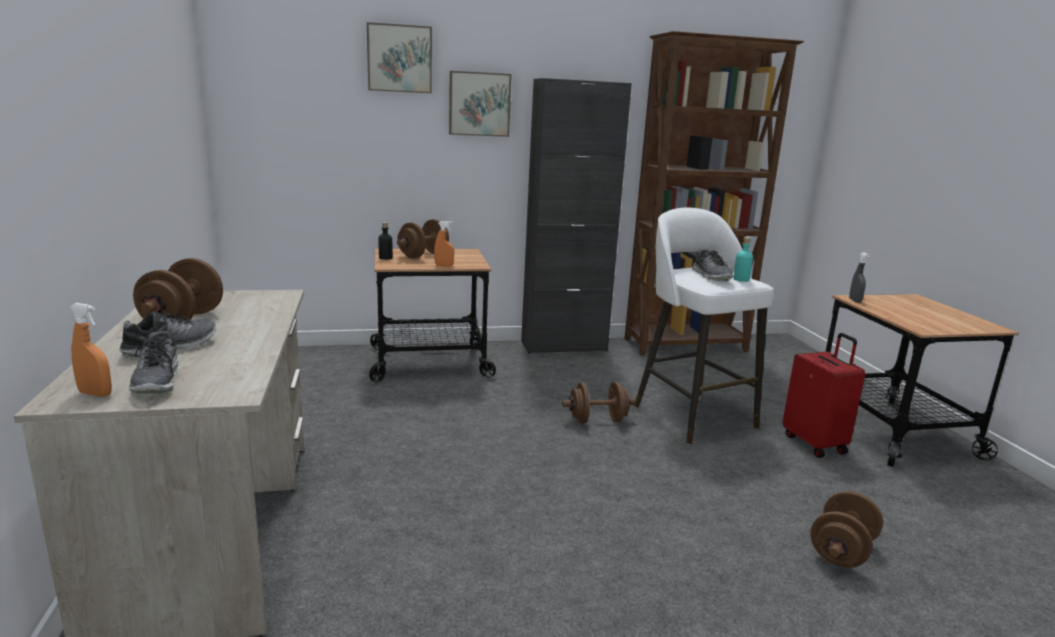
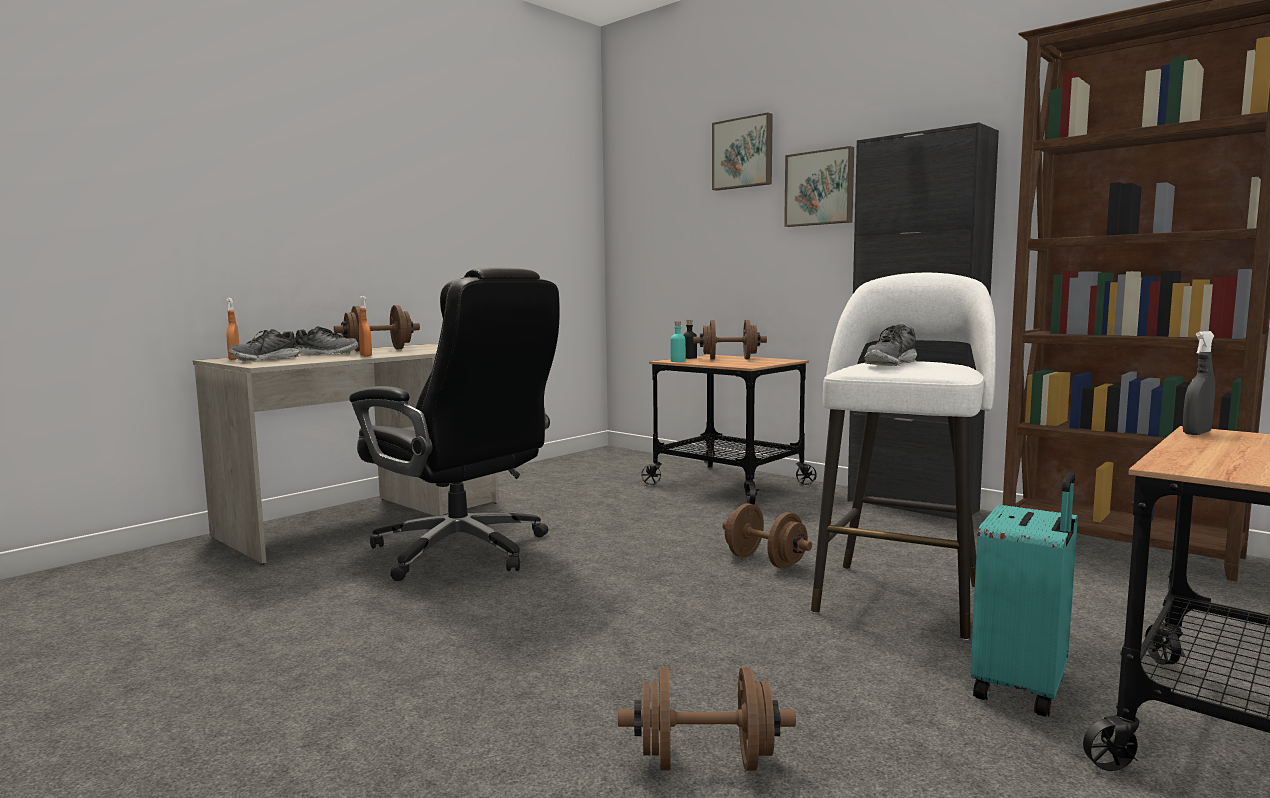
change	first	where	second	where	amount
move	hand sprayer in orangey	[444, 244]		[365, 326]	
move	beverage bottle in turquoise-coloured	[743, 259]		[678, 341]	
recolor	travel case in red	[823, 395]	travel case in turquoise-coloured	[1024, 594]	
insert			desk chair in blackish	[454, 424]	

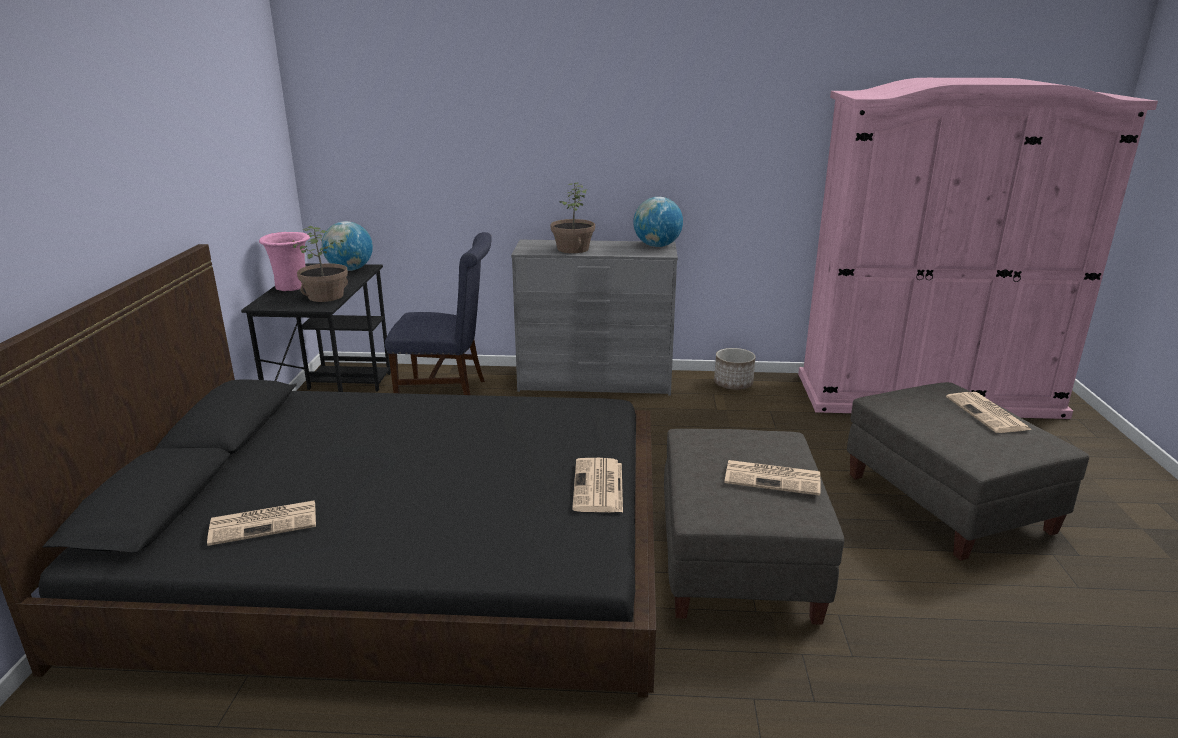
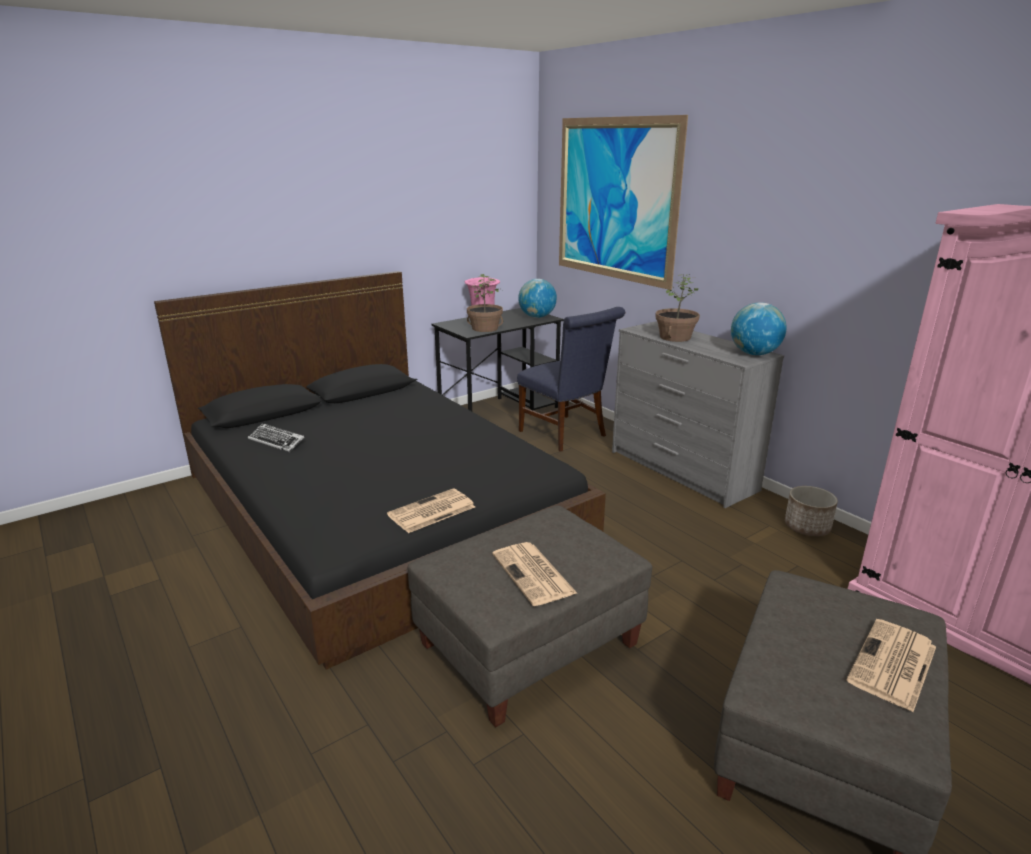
change	first	where	second	where	amount
replace	daily paper	[261, 523]	PC keyboard	[276, 437]	
insert			wall picture	[623, 202]	

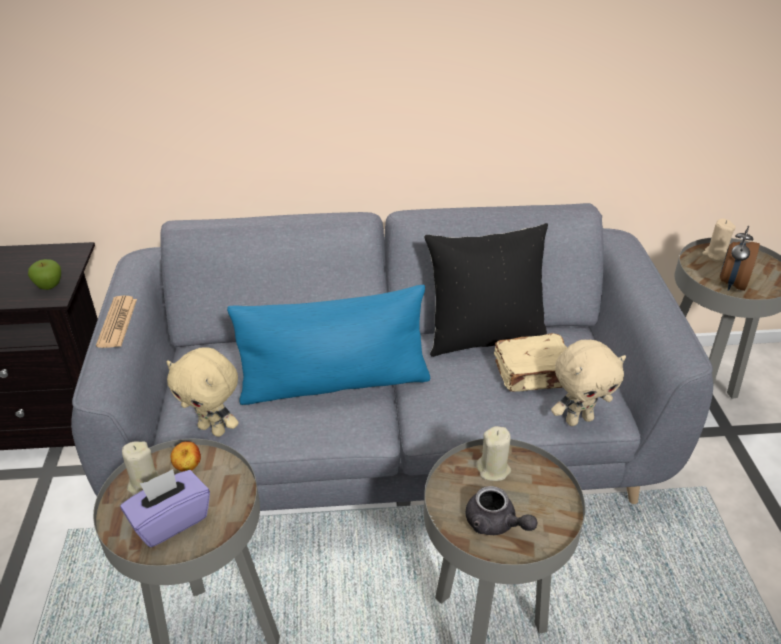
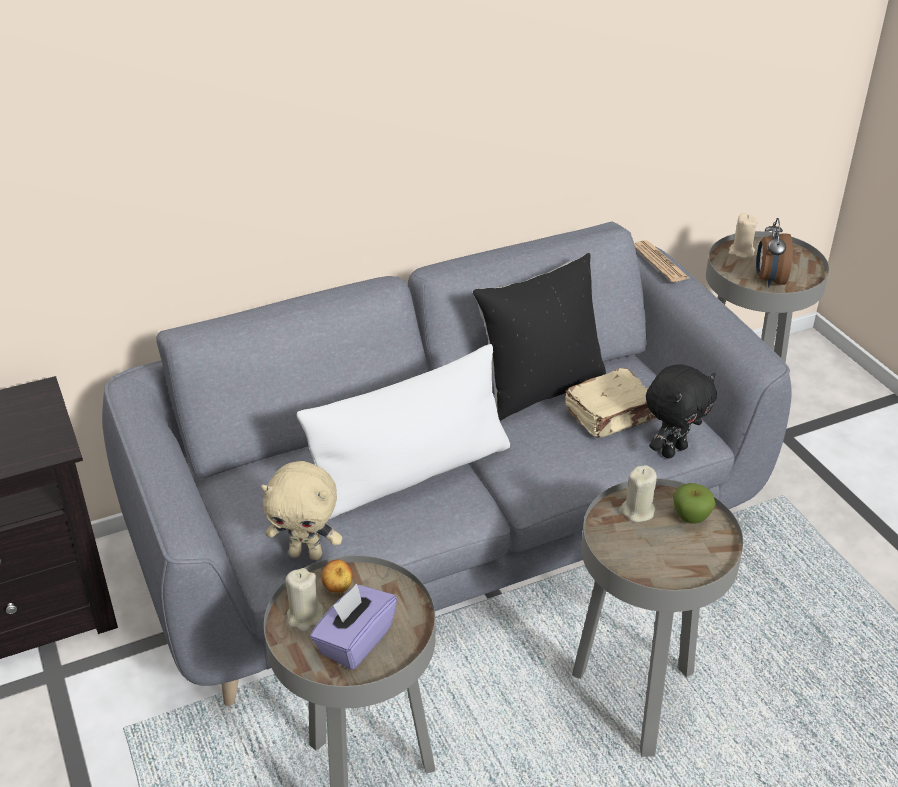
change	first	where	second	where	amount
move	apple fruit	[44, 274]		[694, 503]	
move	daily paper	[116, 321]		[661, 261]	
recolor	throw pillow in blue	[328, 345]	throw pillow in whitish	[403, 431]	
delete	teapot in gray	[502, 510]			
recolor	soft toy in beige	[588, 383]	soft toy in blackish	[681, 411]	

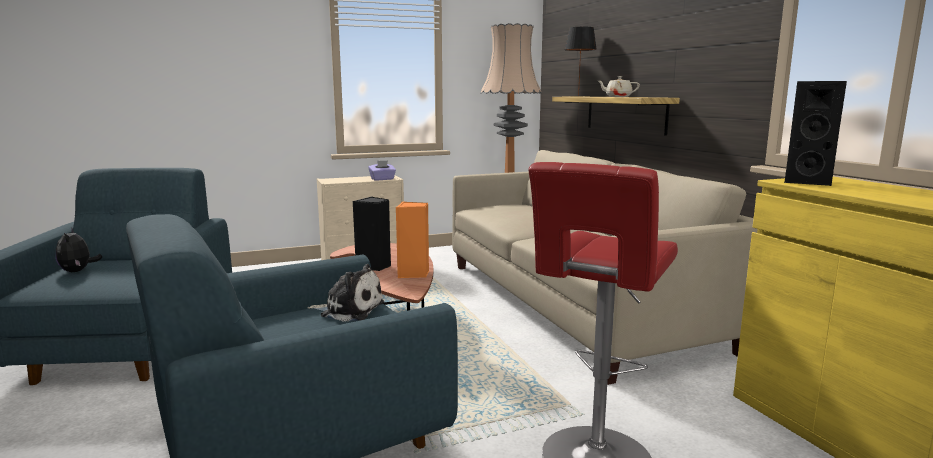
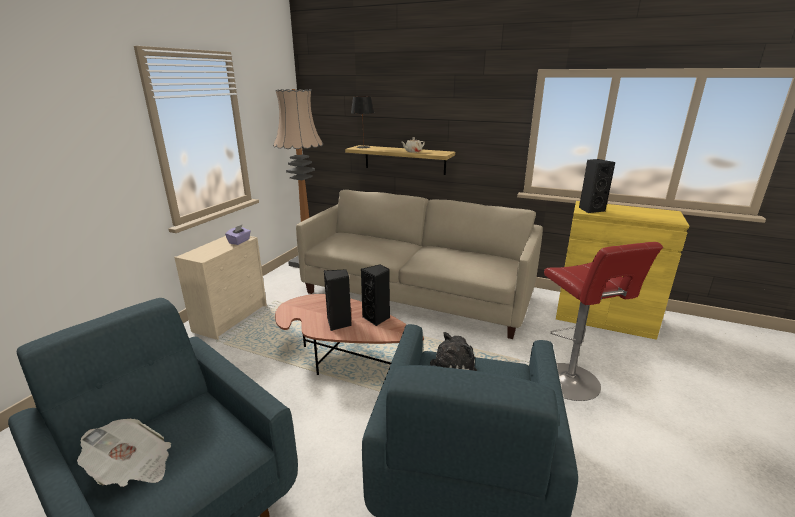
change	first	where	second	where	amount
replace	soft toy	[79, 249]	daily paper	[124, 453]	
recolor	speaker in orangey	[412, 239]	speaker in blackish	[375, 295]	

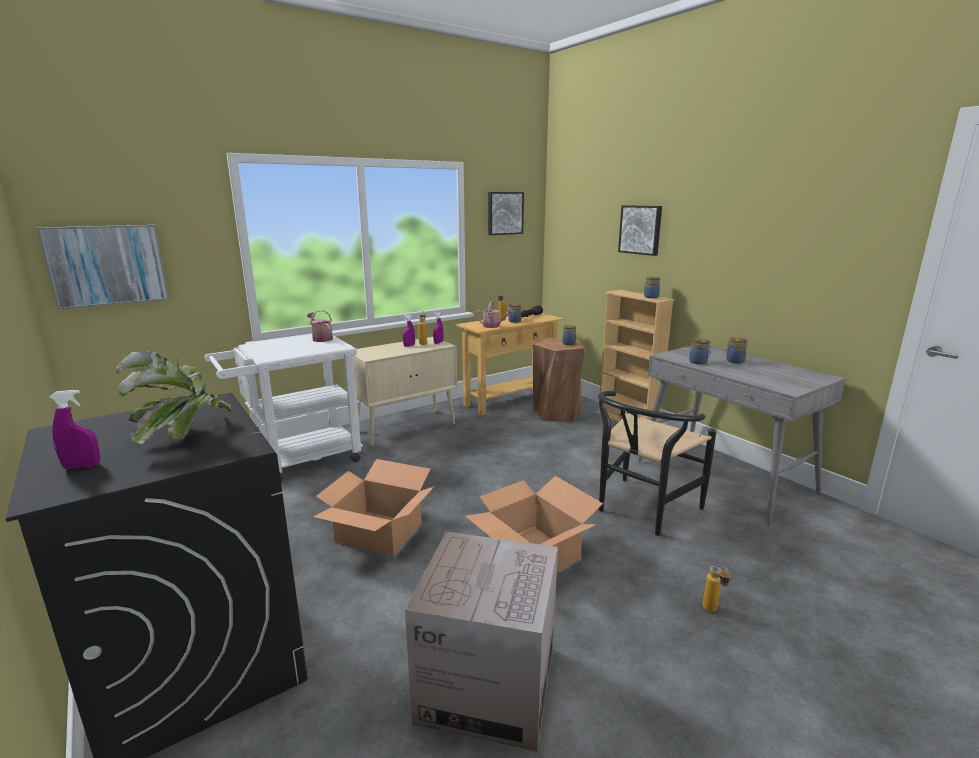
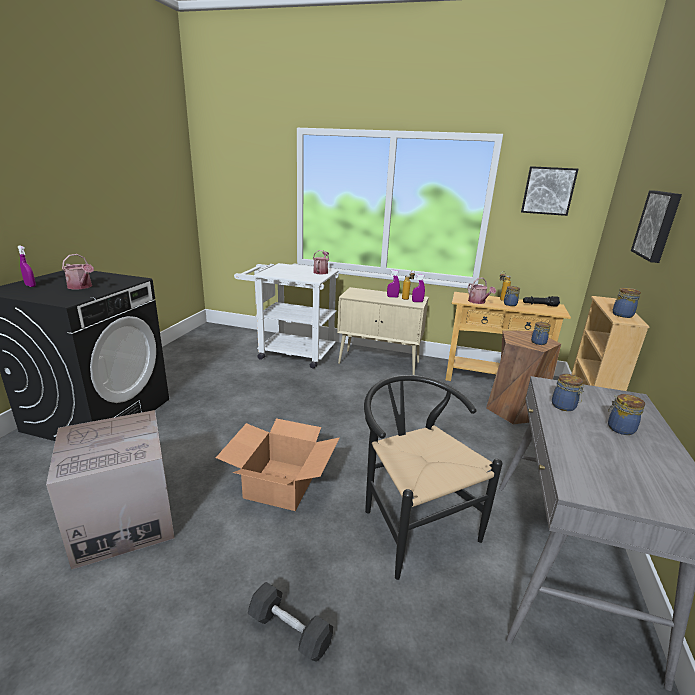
change	first	where	second	where	amount
delete	wall picture	[103, 267]			
replace	houseplant	[174, 397]	sprinkling can	[78, 272]	
delete	packing box	[374, 507]			
rotate	upright chair in blackish	[657, 463]		[433, 477]	60 degrees clockwise
replace	beverage bottle	[717, 589]	dumbbell in blackish	[290, 622]	

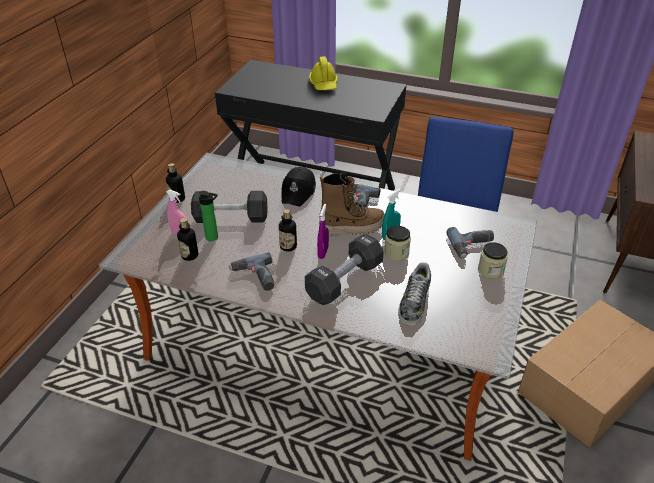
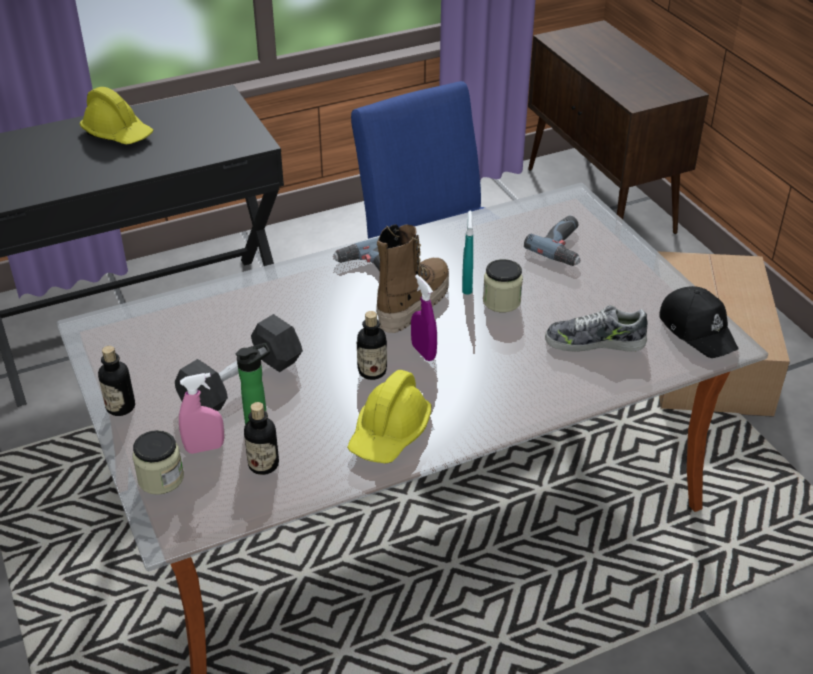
change	first	where	second	where	amount
replace	power drill	[251, 271]	safety helmet in yellow	[389, 416]	
move	cap in blackish	[299, 186]		[699, 322]	
delete	dumbbell in blackish	[344, 269]			
rotate	item of footwear	[414, 294]		[596, 328]	120 degrees clockwise
move	jar	[493, 260]		[158, 462]	

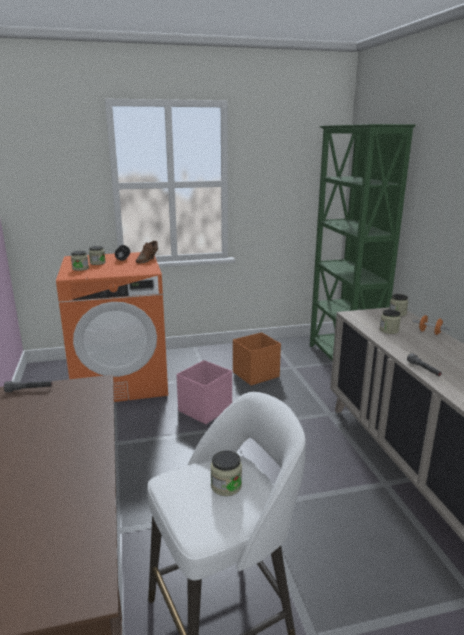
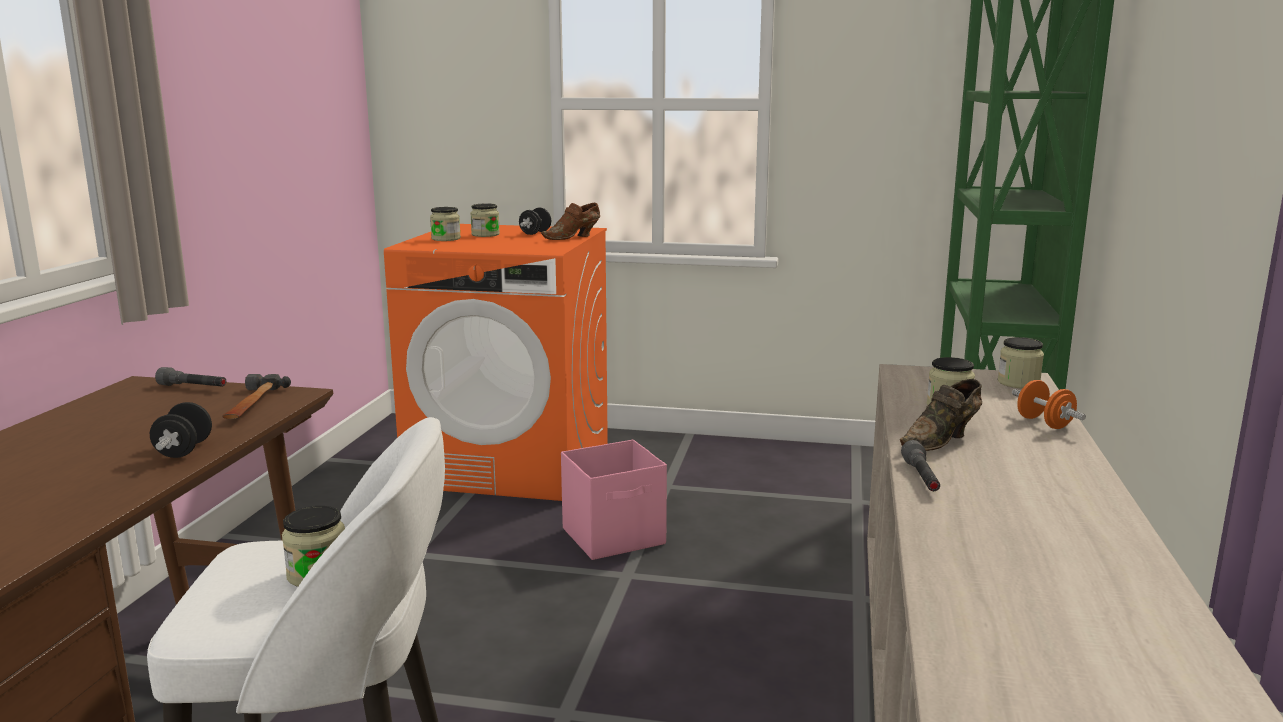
change	first	where	second	where	amount
delete	storage bin in orangey	[257, 359]			
insert			dumbbell in blackish	[181, 430]	
insert			tool hammer	[256, 396]	
insert			item of footwear in brown	[941, 415]	

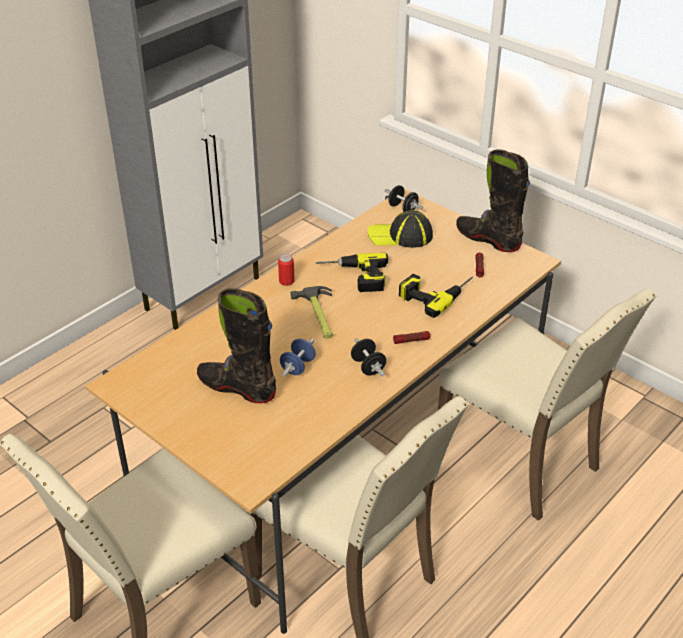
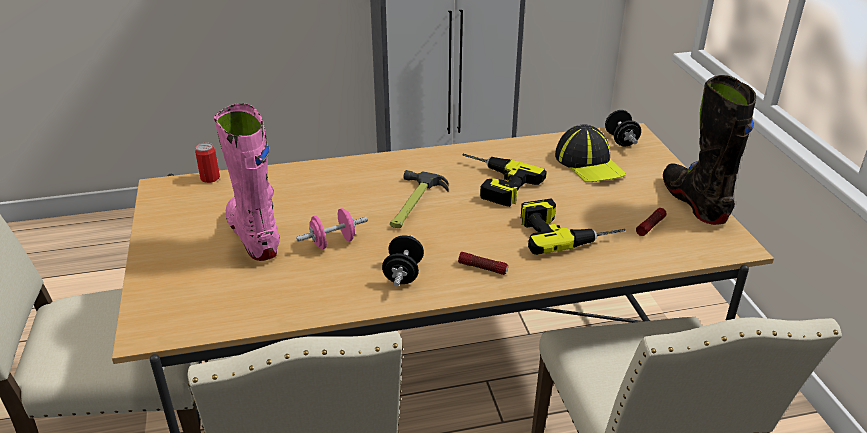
change	first	where	second	where	amount
recolor	tall boot in blackish	[236, 345]	tall boot in pink	[247, 182]	
move	can	[286, 270]		[207, 163]	
recolor	dumbbell in blue	[298, 357]	dumbbell in pink	[332, 228]	
rotate	cap	[400, 229]		[590, 153]	150 degrees counterclockwise

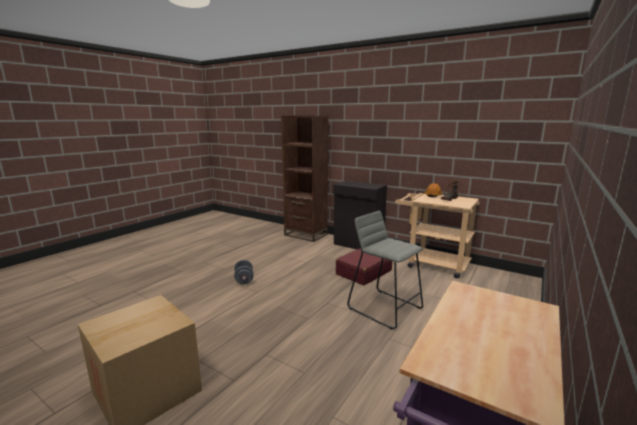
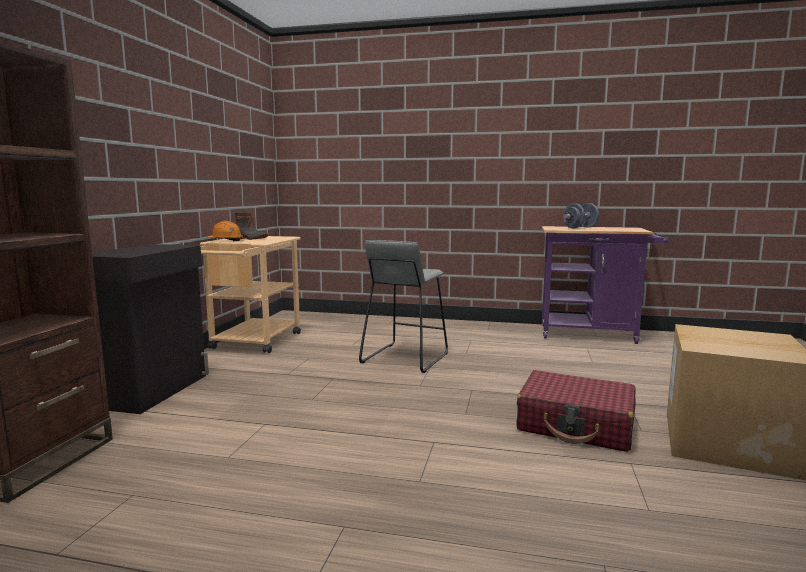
change	first	where	second	where	amount
move	dumbbell in gray	[244, 272]		[581, 215]	
move	travel case in red	[364, 266]		[576, 411]	

